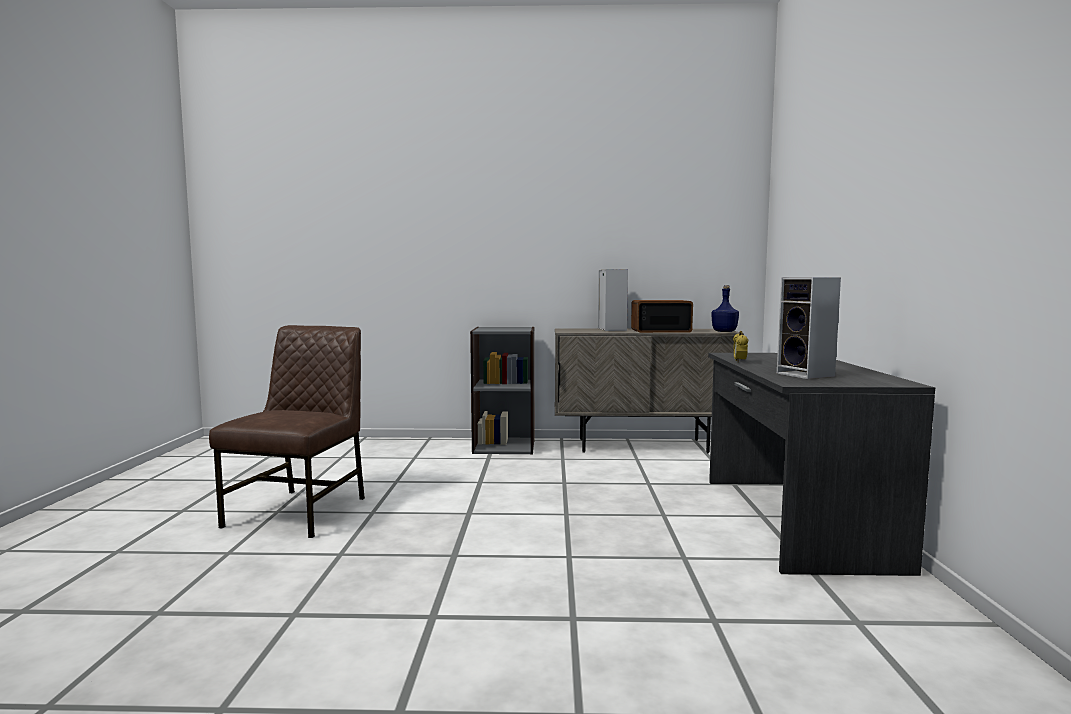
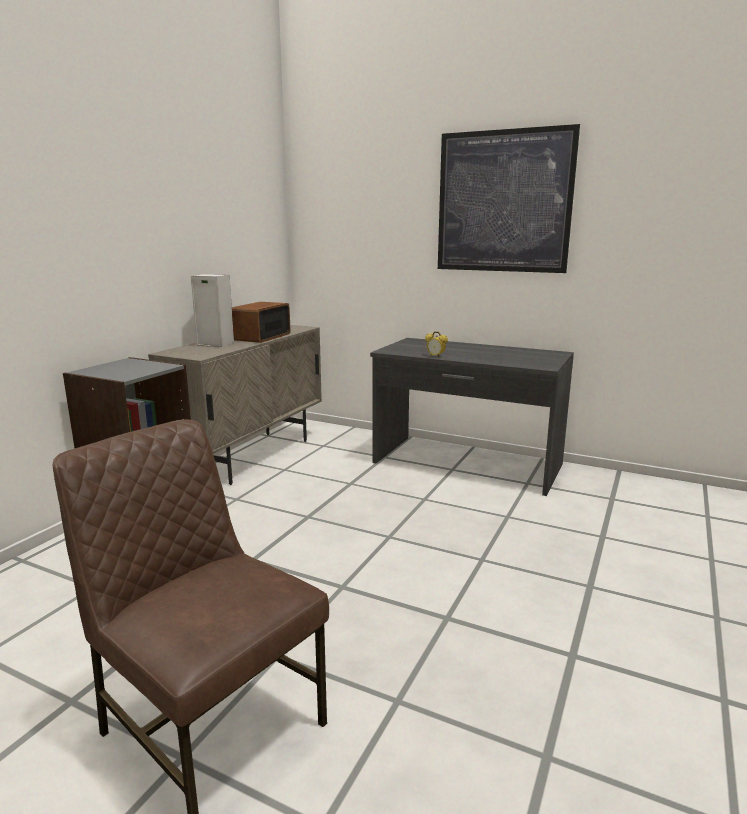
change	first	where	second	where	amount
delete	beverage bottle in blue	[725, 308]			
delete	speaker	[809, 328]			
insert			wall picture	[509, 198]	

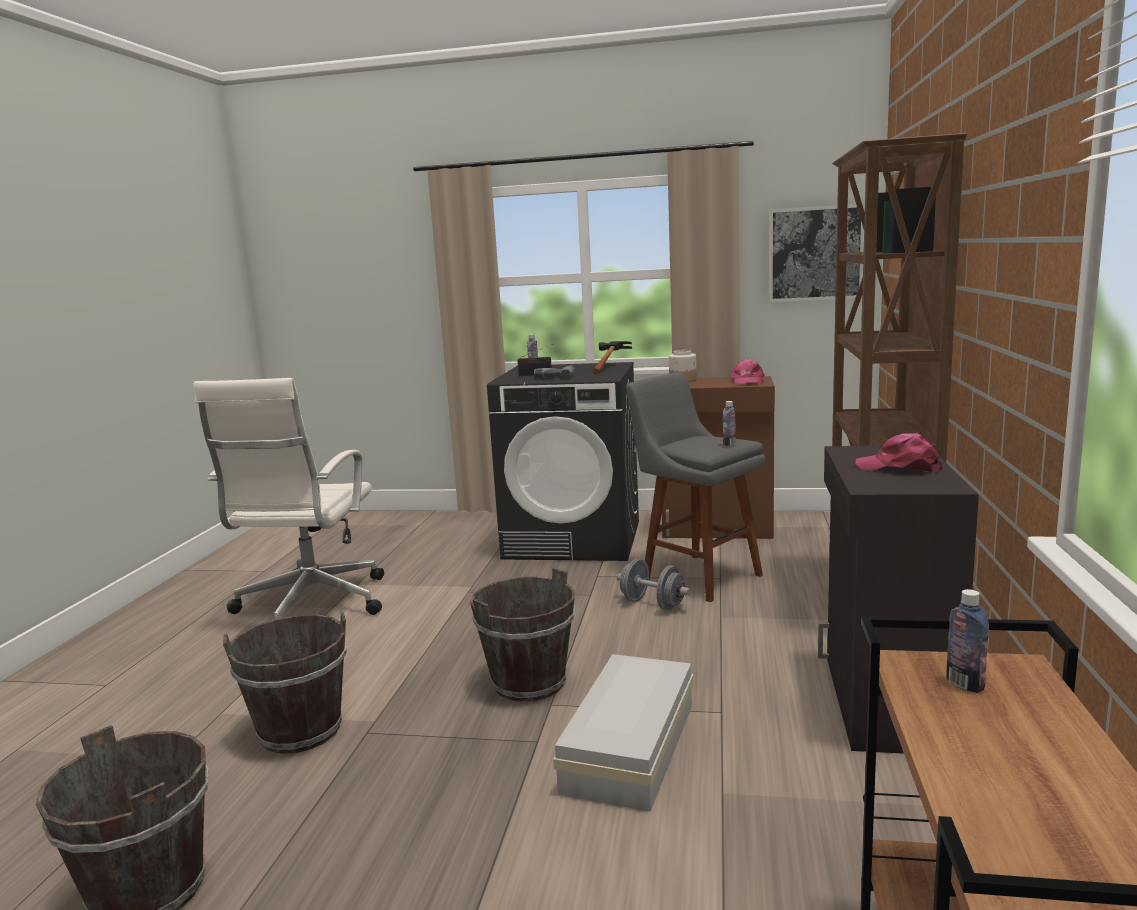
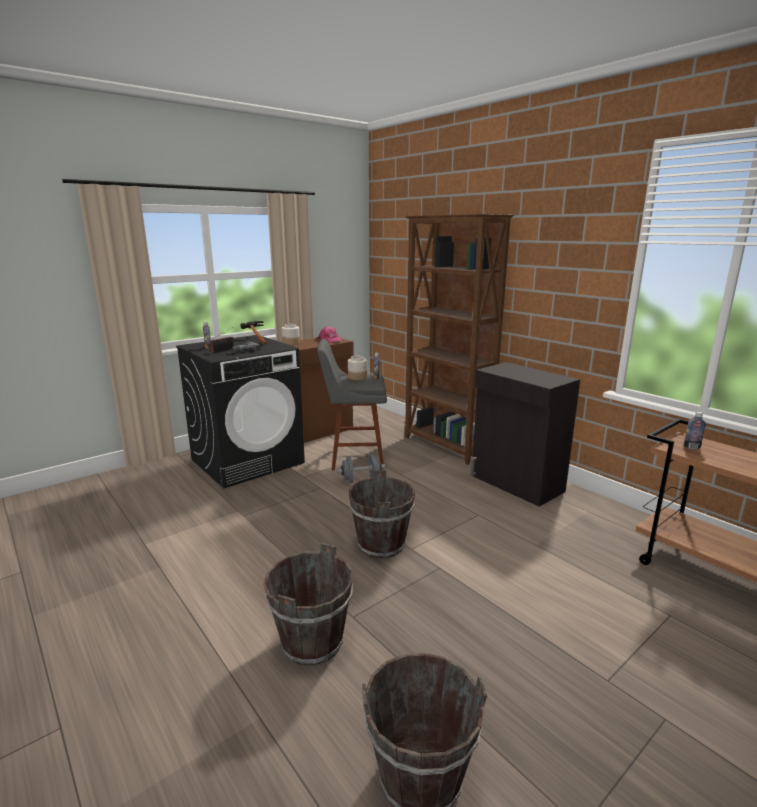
change	first	where	second	where	amount
delete	desk chair in whitish	[288, 505]			
delete	storage bin in whitish	[623, 733]			
delete	wall picture	[817, 252]			
delete	cap in pink	[899, 452]			
insert			jar	[357, 368]	

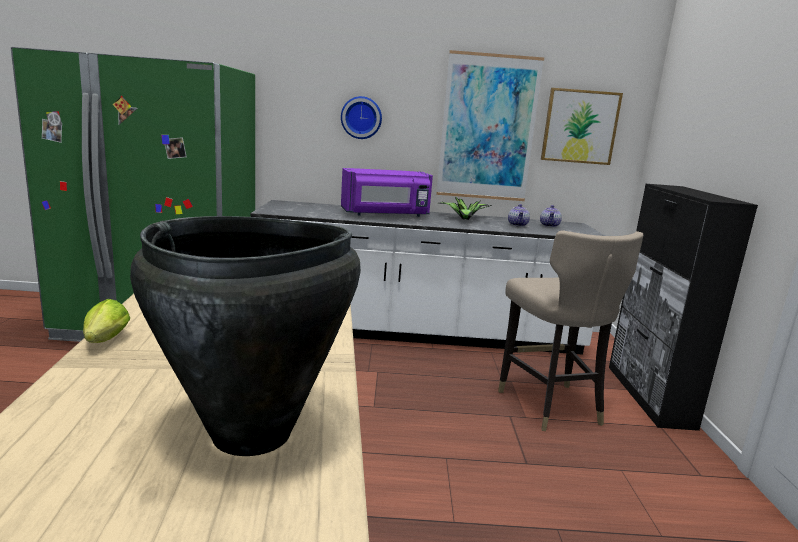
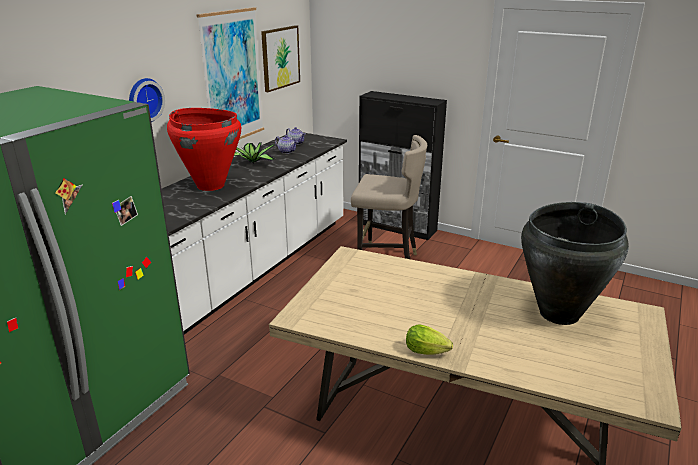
change	first	where	second	where	amount
replace	kitchen microwave in purplish	[387, 192]	vase in red	[204, 149]	

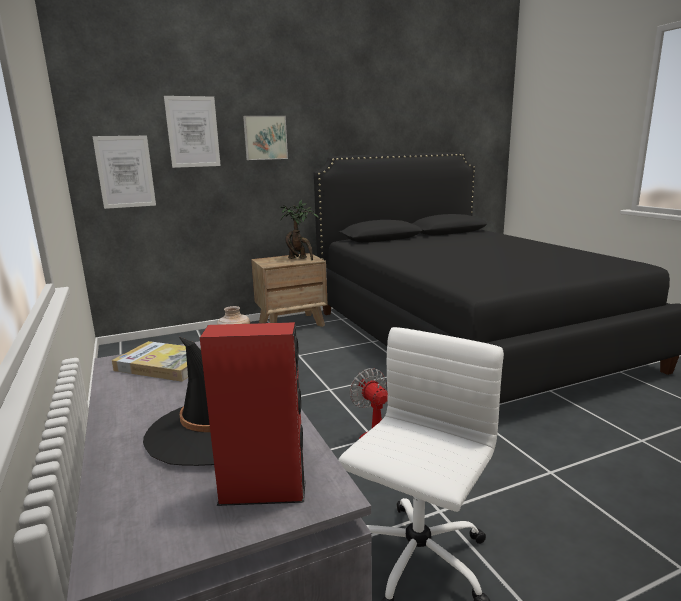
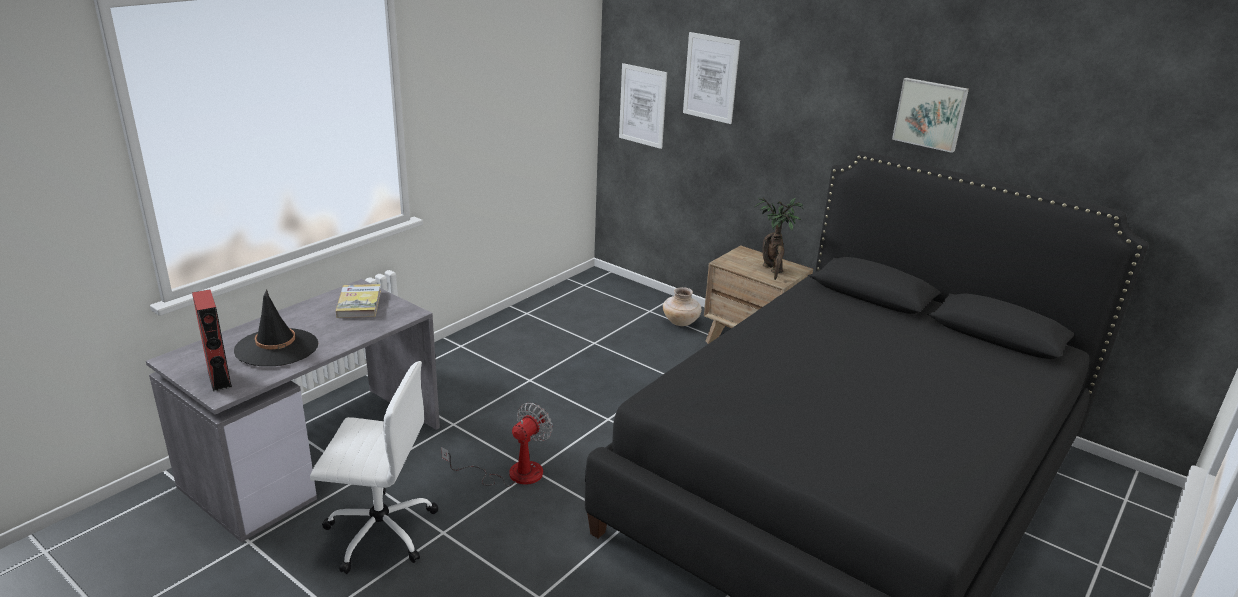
change	first	where	second	where	amount
move	wall picture	[265, 138]		[930, 115]	

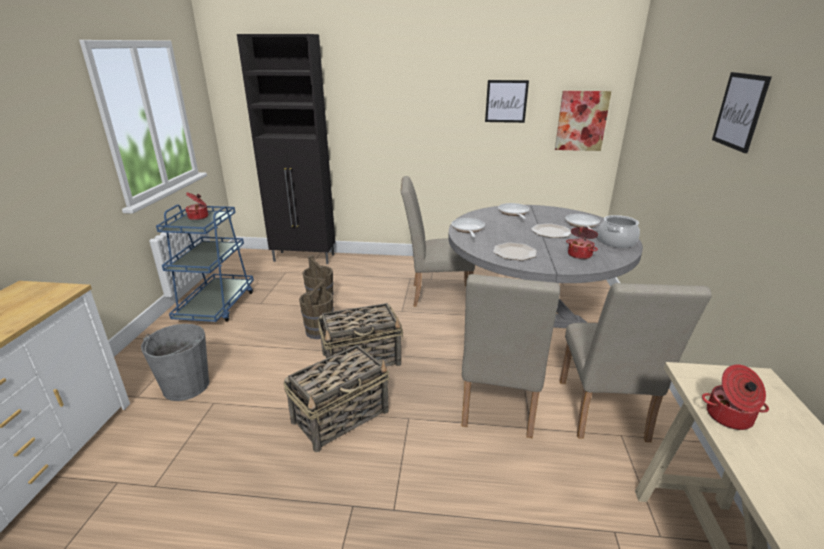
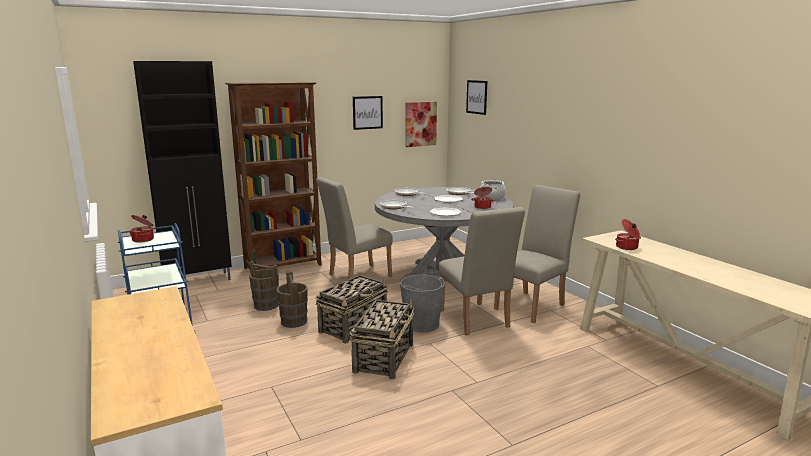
change	first	where	second	where	amount
move	pail in gray	[175, 362]		[422, 303]	
rotate	upright chair in beige	[636, 362]		[537, 254]	105 degrees counterclockwise
move	wall picture	[742, 112]		[476, 97]	
insert			shelving unit in brown	[273, 176]	

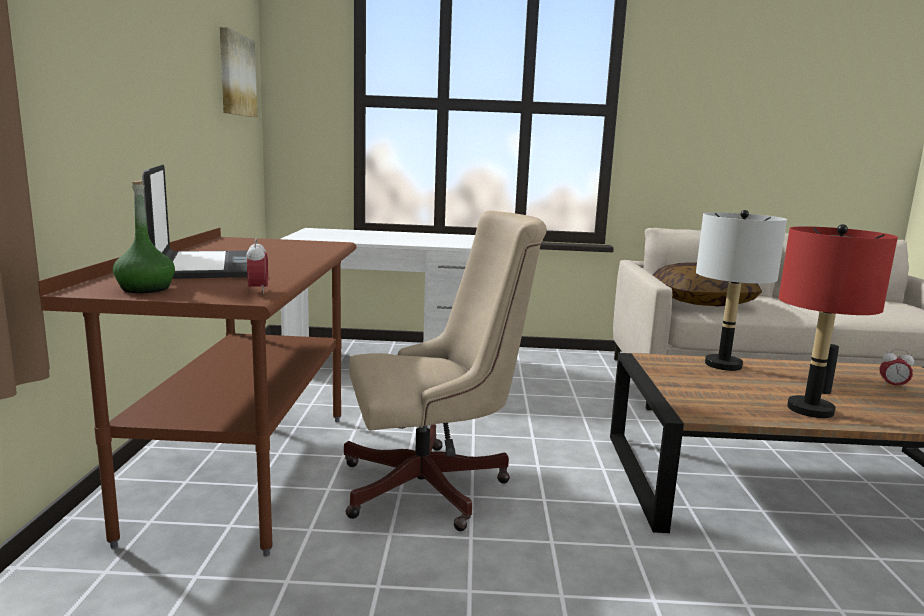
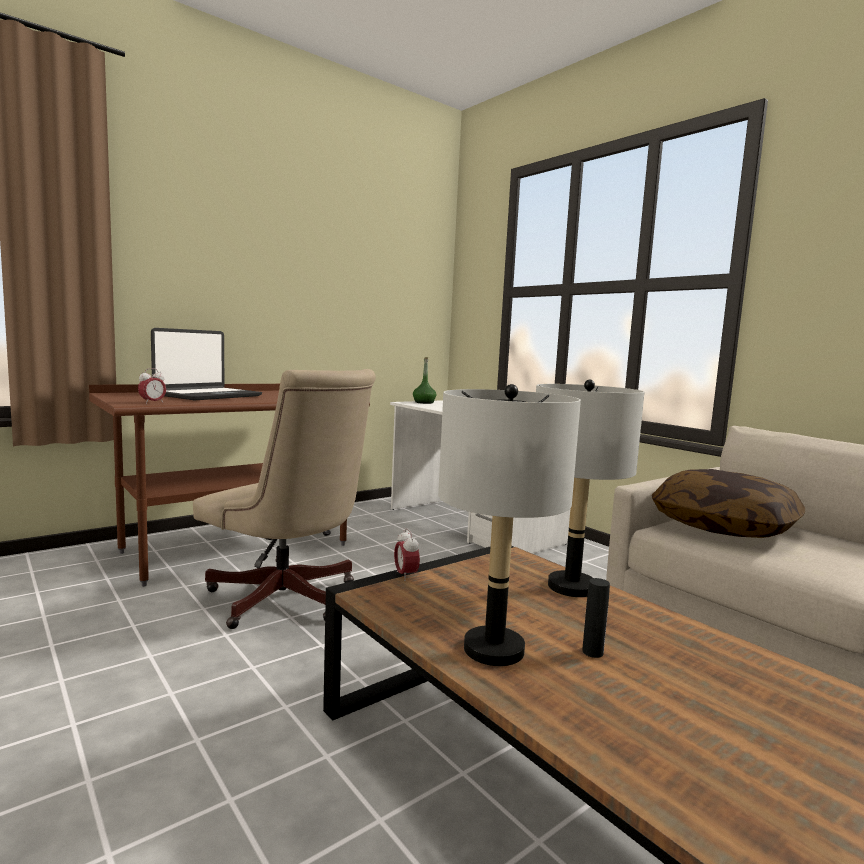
change	first	where	second	where	amount
move	beverage bottle in green	[144, 236]		[424, 380]	
delete	wall picture	[238, 72]			
recolor	tabletop lamp in red	[838, 321]	tabletop lamp in gray	[509, 525]	
move	bedside clock	[897, 369]		[407, 554]	

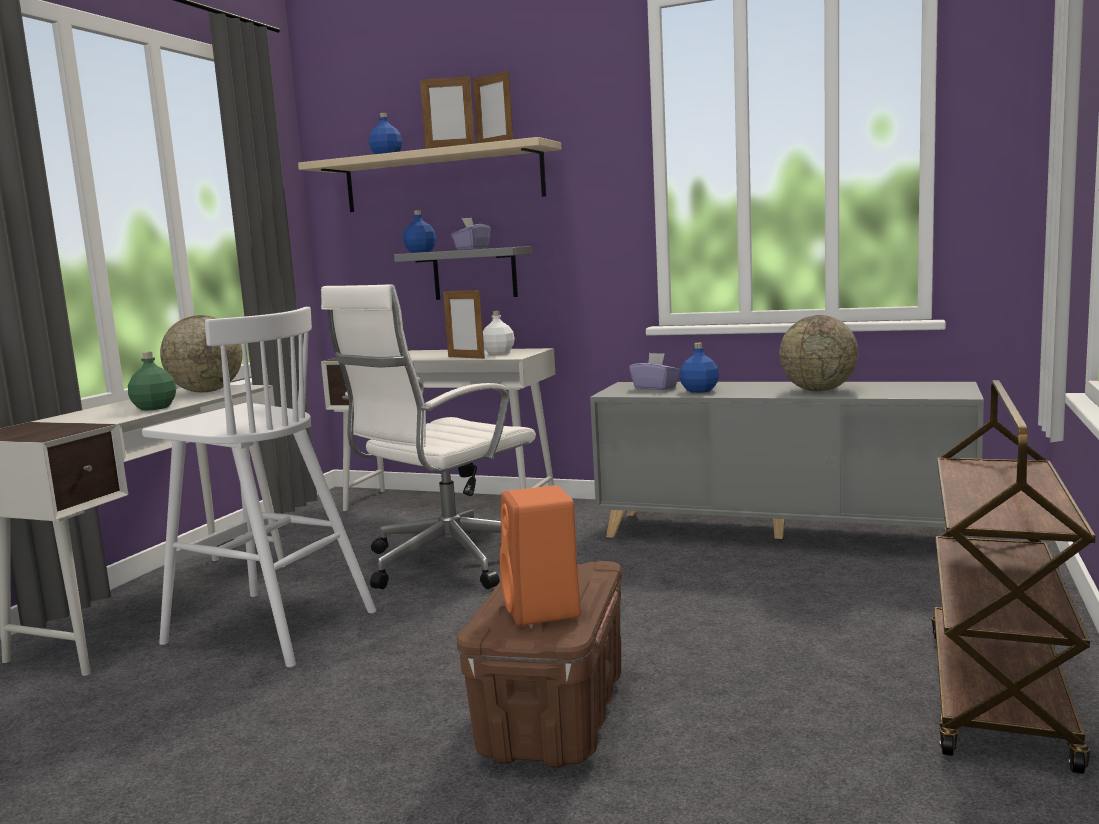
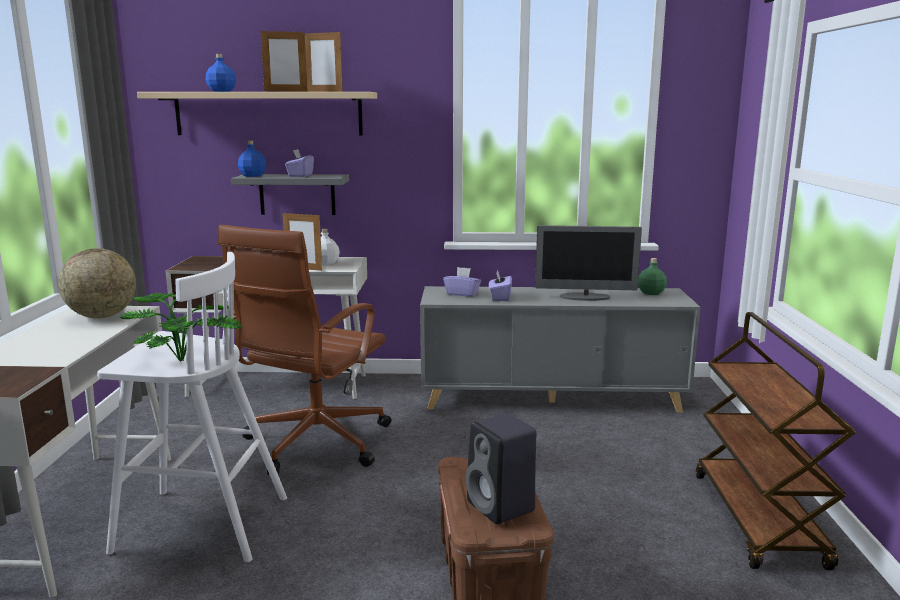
change	first	where	second	where	amount
move	beverage bottle in green	[152, 381]		[652, 276]	
recolor	desk chair in whitish	[428, 436]	desk chair in brown	[304, 350]	
recolor	speaker in orangey	[540, 555]	speaker in blackish	[501, 468]	
replace	beverage bottle in blue	[699, 368]	tissue box in purplish	[500, 285]	
replace	globe	[819, 353]	computer screen	[588, 263]	
insert			houseplant	[180, 327]	

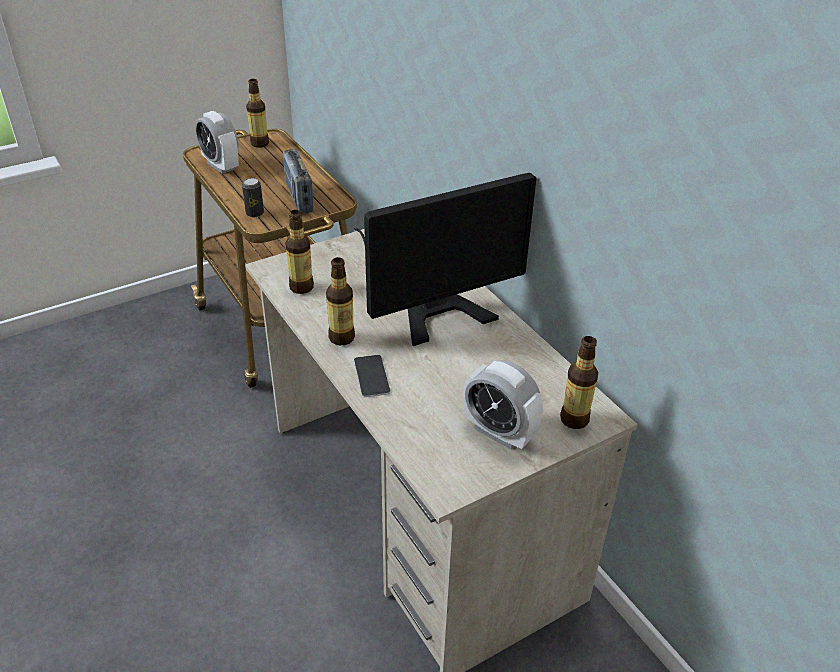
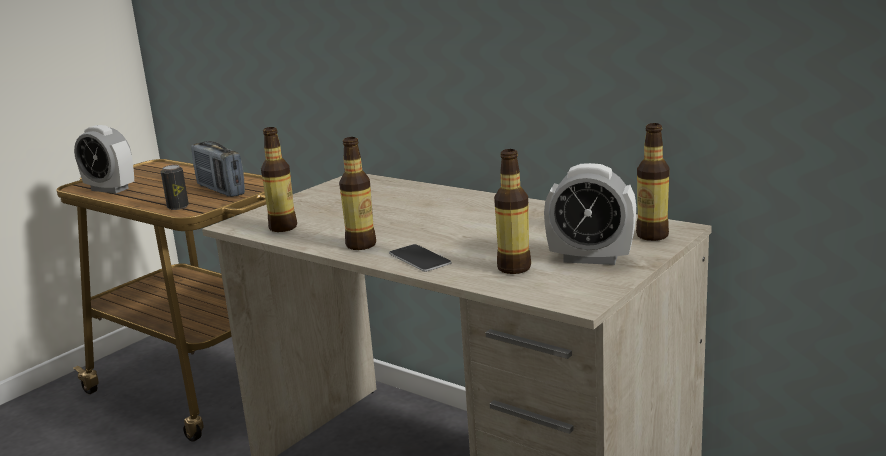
change	first	where	second	where	amount
move	beverage bottle	[257, 113]		[512, 211]	
delete	computer screen	[445, 259]			

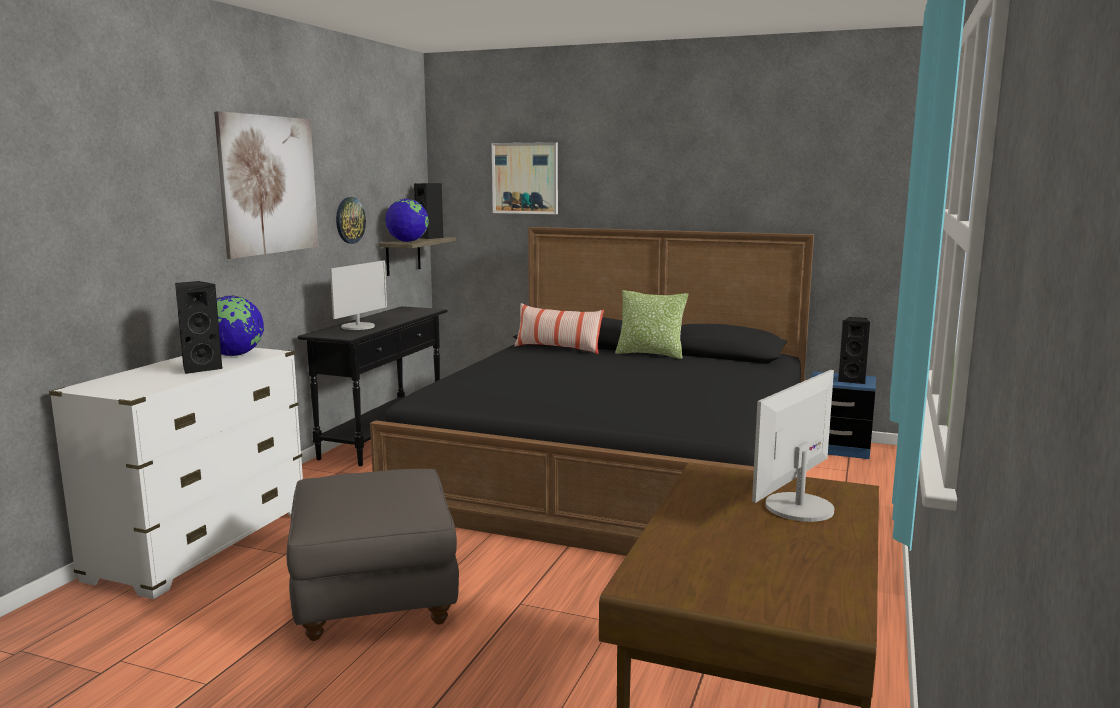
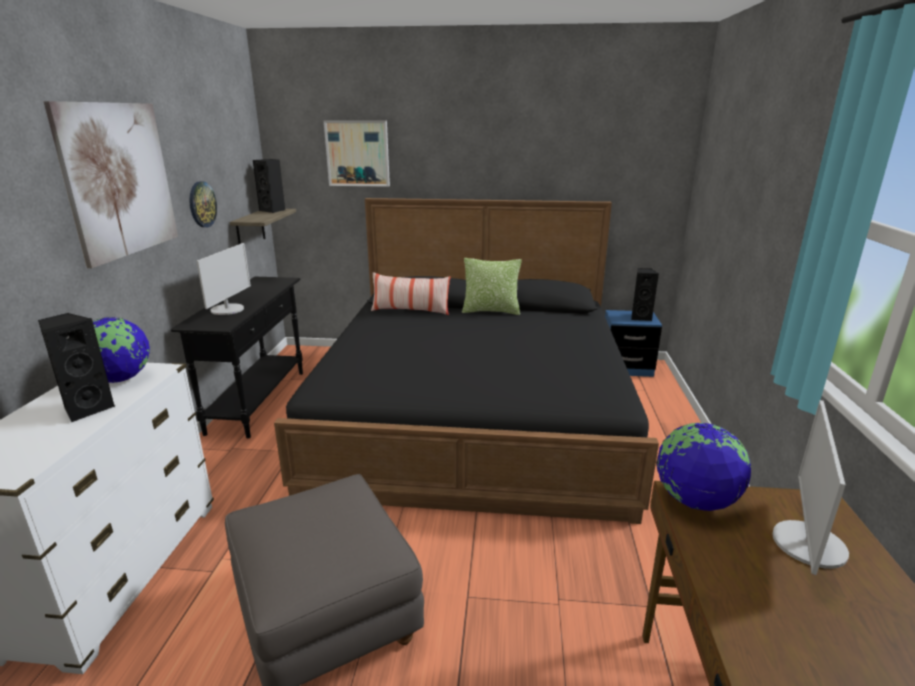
change	first	where	second	where	amount
move	globe	[407, 220]		[703, 467]	

